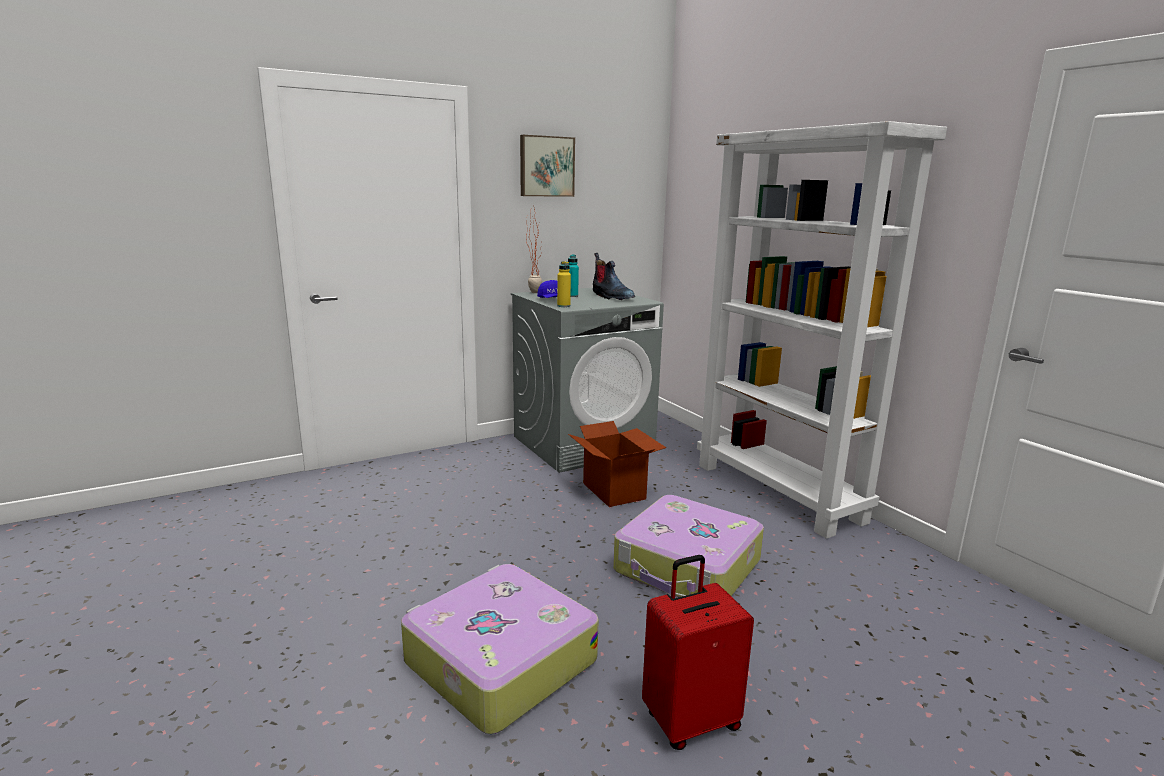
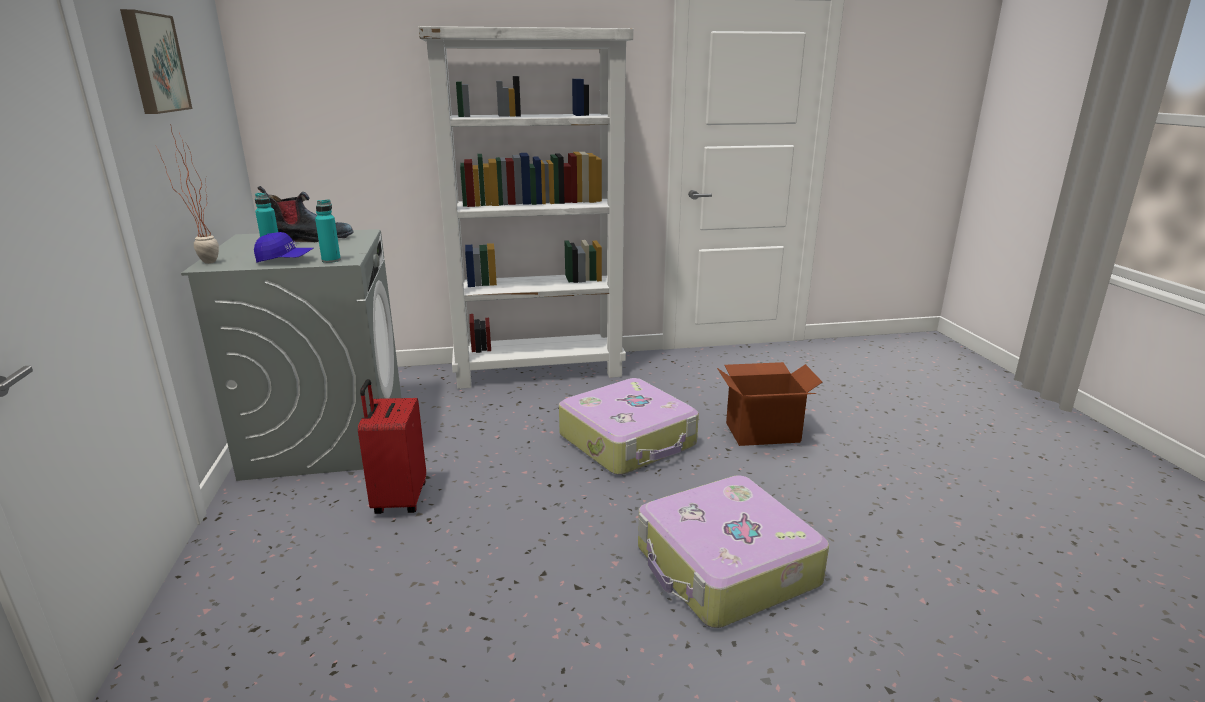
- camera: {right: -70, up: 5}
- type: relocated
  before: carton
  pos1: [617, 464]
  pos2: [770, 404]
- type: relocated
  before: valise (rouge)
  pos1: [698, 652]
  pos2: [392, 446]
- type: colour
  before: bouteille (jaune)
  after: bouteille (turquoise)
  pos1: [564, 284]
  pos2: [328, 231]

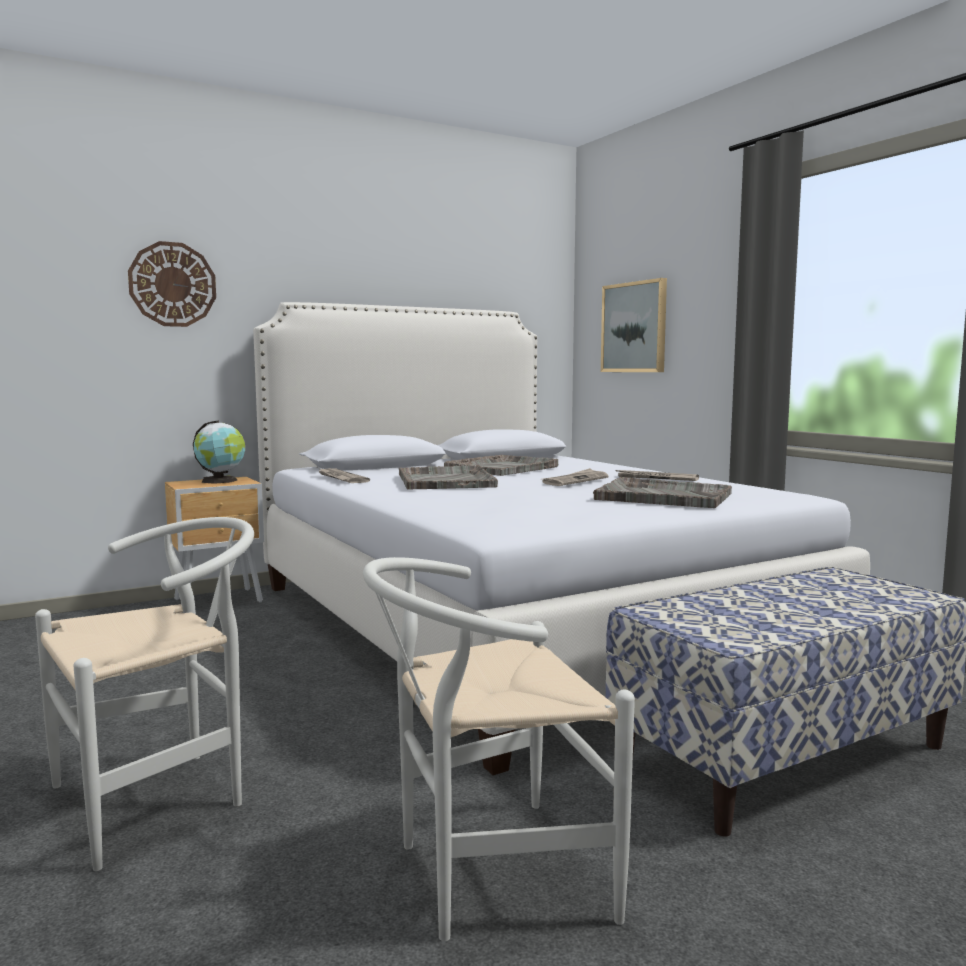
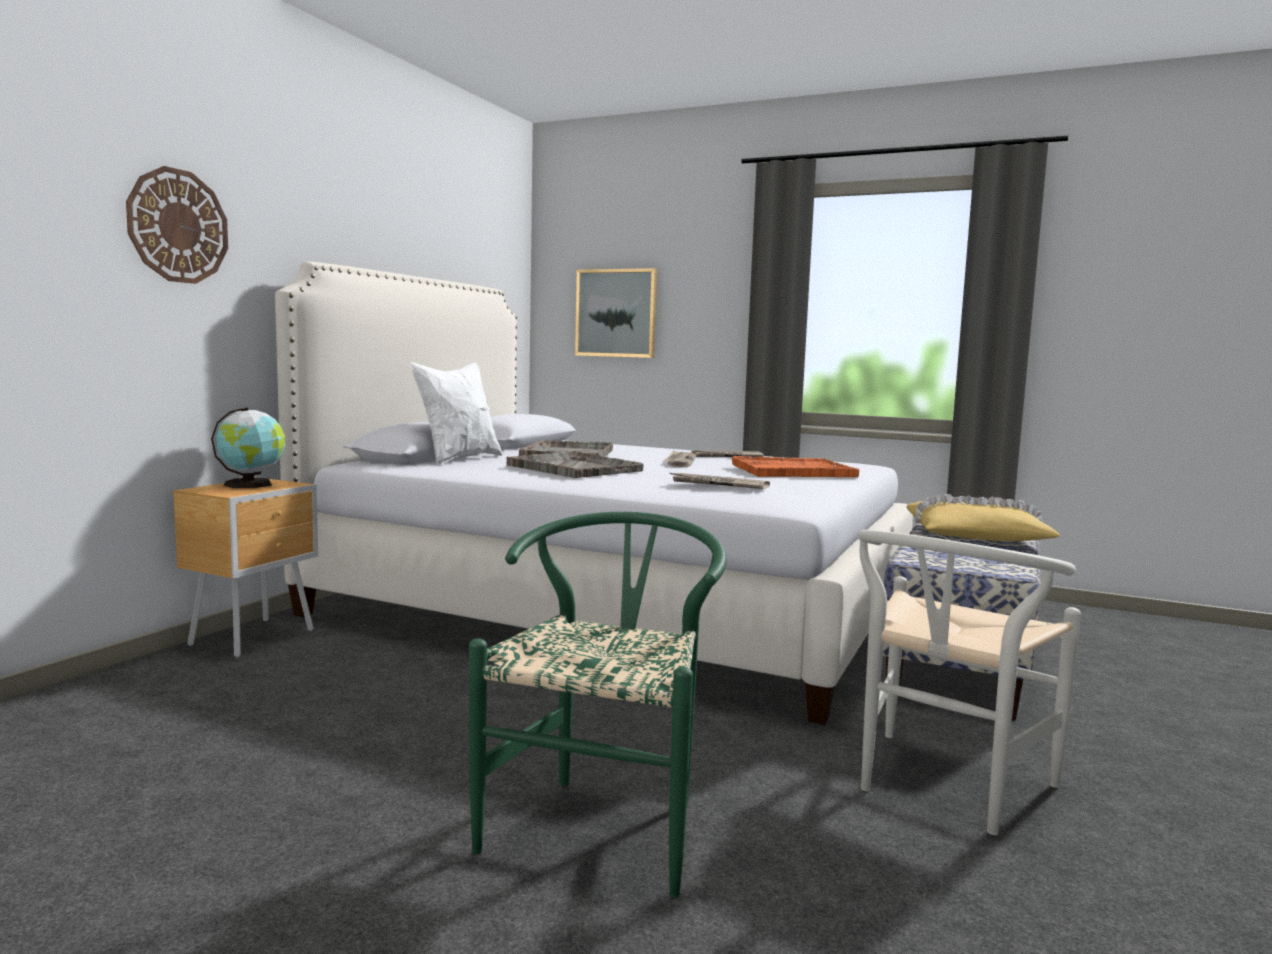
- camera: {right: -35, up: 0}
- type: appeared
  after: coussin (blanc)
  pos2: [456, 413]
- type: appeared
  after: coussin (jaune)
  pos2: [983, 517]
- type: relocated
  before: journal
  pos1: [344, 475]
  pos2: [720, 481]
- type: colour
  before: chaise (blanc)
  after: chaise (vert)
  pos1: [144, 694]
  pos2: [598, 704]
- type: colour
  before: plateau (gris)
  after: plateau (orange)
  pos1: [662, 492]
  pos2: [795, 466]

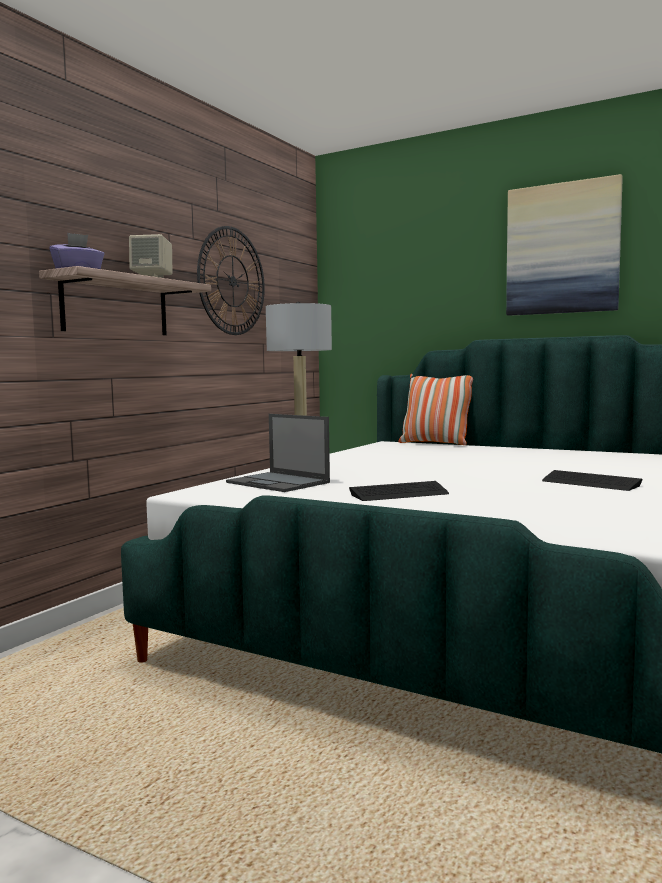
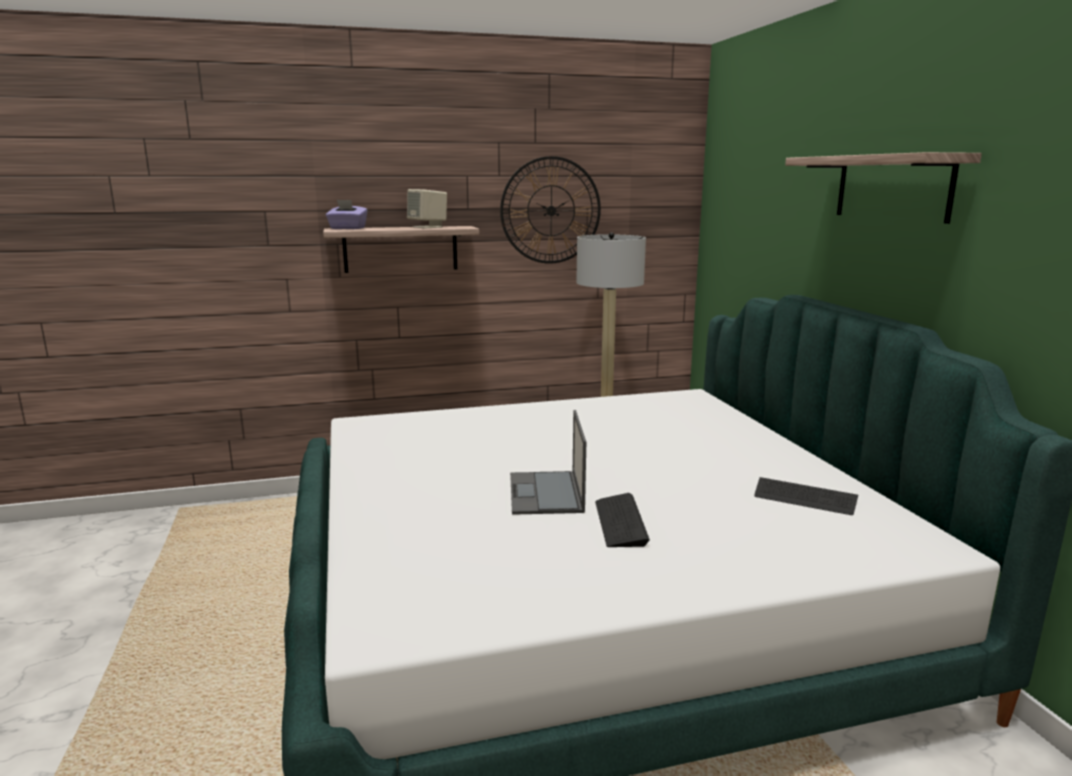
- camera: {right: 45, up: 10}
- type: missing
  before: coussin
  pos1: [435, 409]
- type: relocated
  before: ordinateur portable
  pos1: [278, 453]
  pos2: [548, 462]
- type: relocated
  before: clavier
  pos1: [399, 491]
  pos2: [806, 496]
- type: exchanged
  before: tableau
  after: étagère
  pos1: [564, 245]
  pos2: [883, 188]

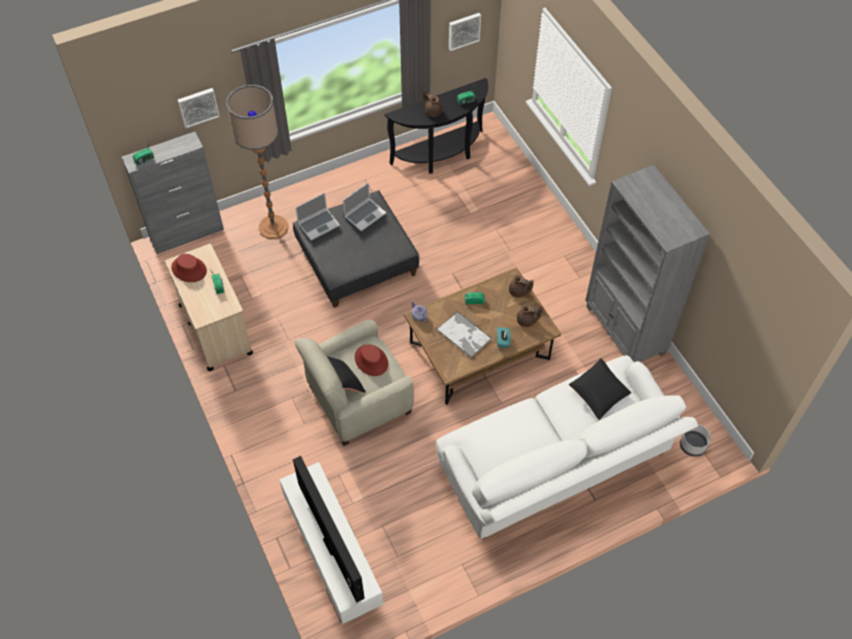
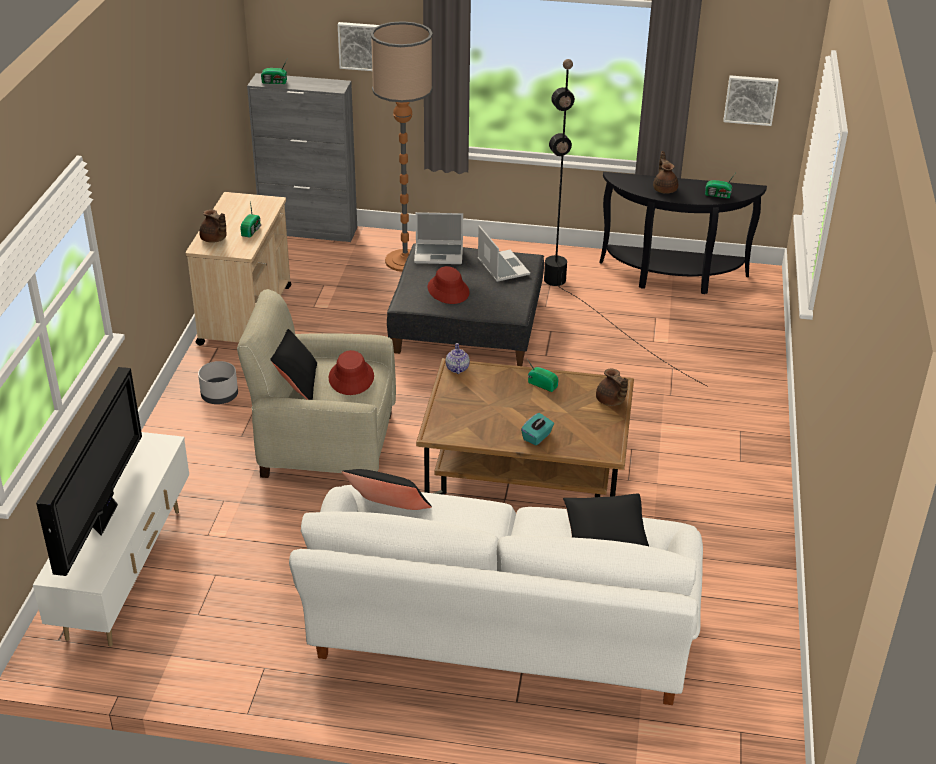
- camera: {right: 35, up: -20}
- type: missing
  before: plateau
  pos1: [464, 334]
- type: missing
  before: bibliothèque (gris)
  pos1: [647, 263]
- type: appeared
  after: coussin (noir)
  pos2: [386, 489]
- type: appeared
  after: lampadaire (noir)
  pos2: [625, 222]
- type: relocated
  before: chapeau (rouge)
  pos1: [189, 268]
  pos2: [448, 285]
- type: relocated
  before: théière (marron)
  pos1: [530, 315]
  pos2: [213, 226]
- type: relocated
  before: cache-pot (gris)
  pos1: [695, 440]
  pos2: [218, 382]
- type: spun
  before: ordinateur portable
  pos1: [364, 206]
  pos2: [504, 253]
  turn: -105

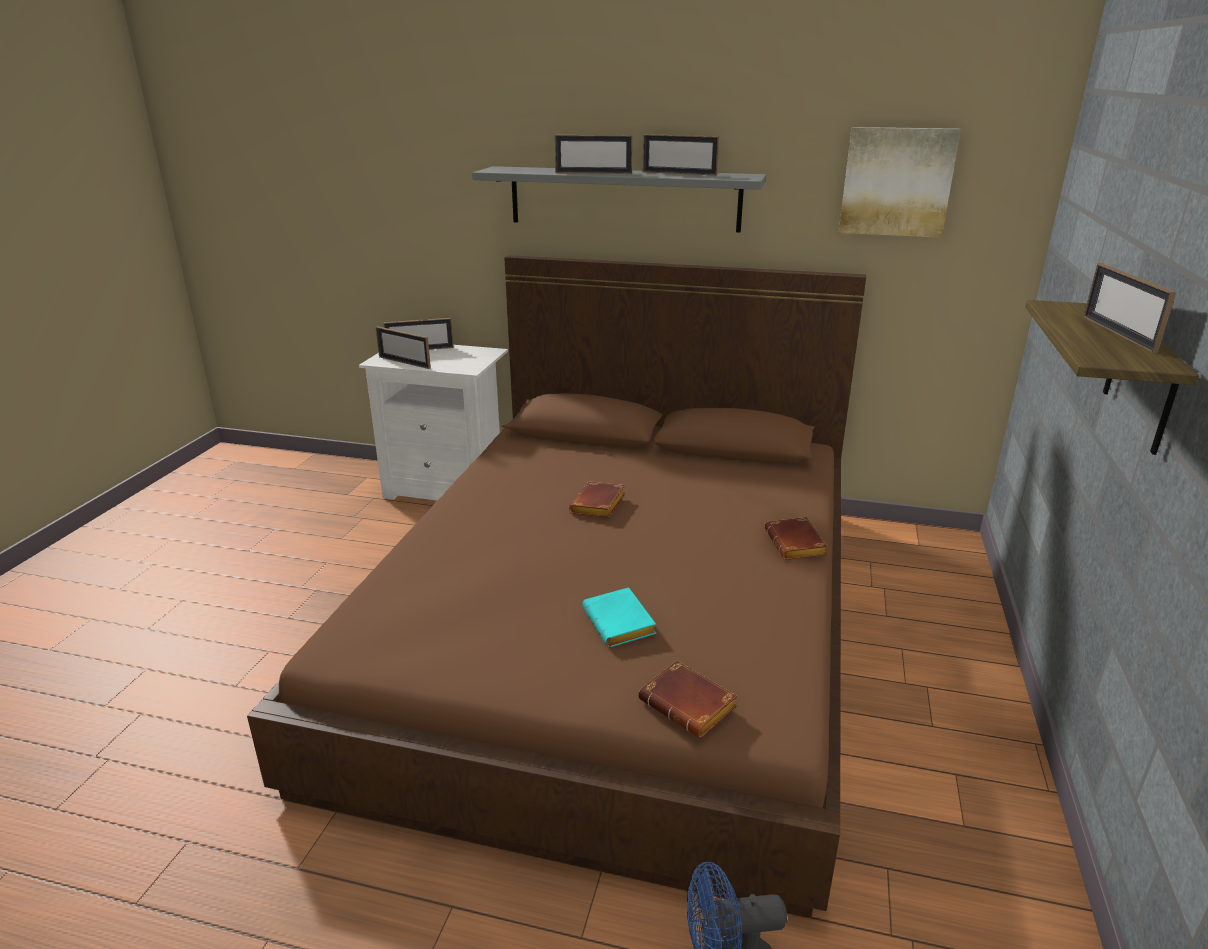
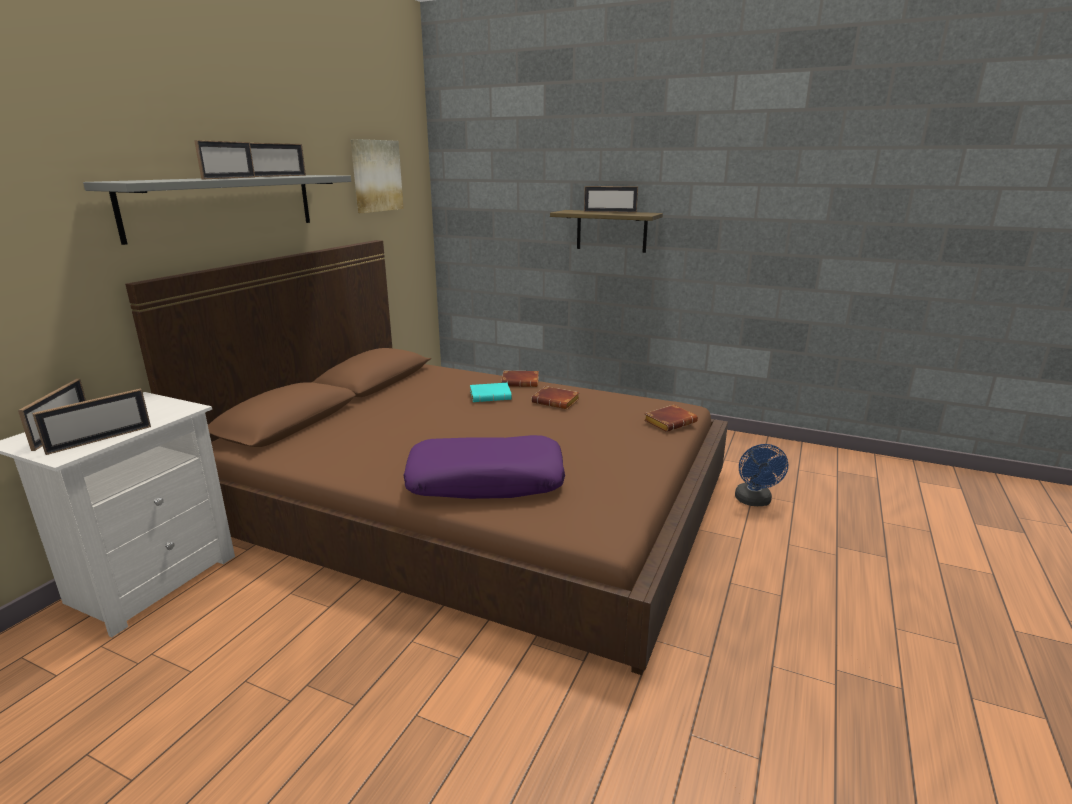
- camera: {right: -80, up: -5}
- type: appeared
  after: coussin (violet)
  pos2: [484, 467]
- type: relocated
  before: livre (marron)
  pos1: [597, 500]
  pos2: [555, 397]
- type: relocated
  before: livre (turquoise)
  pos1: [619, 617]
  pos2: [491, 392]

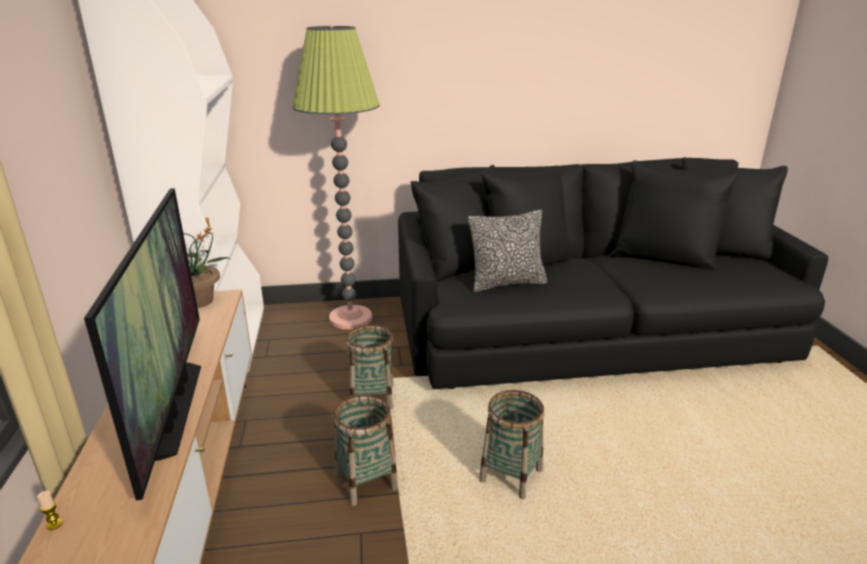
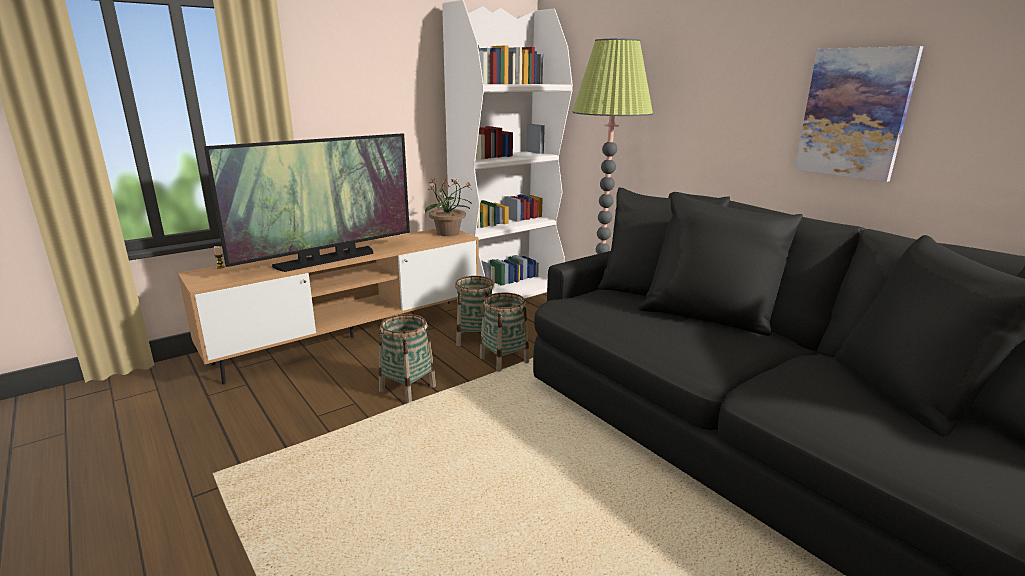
- camera: {right: 60, up: -5}
- type: missing
  before: coussin
  pos1: [507, 250]
- type: appeared
  after: tableau
  pos2: [859, 114]
- type: relocated
  before: panier
  pos1: [511, 444]
  pos2: [474, 311]

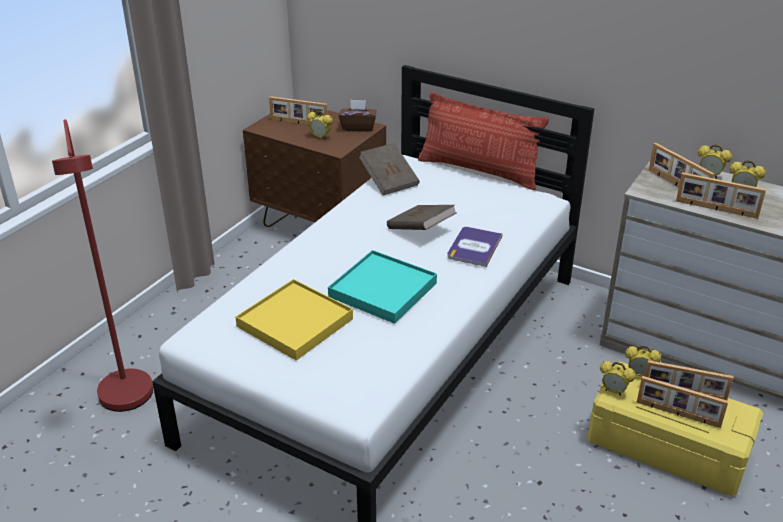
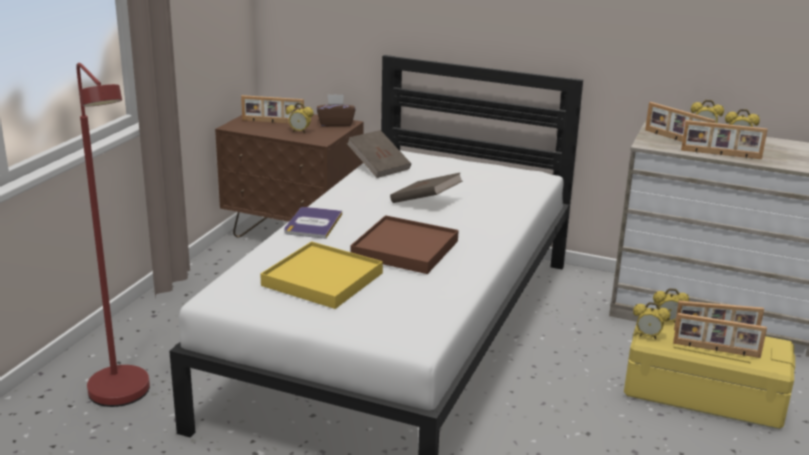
- camera: {right: -10, up: -10}
- type: missing
  before: coussin
  pos1: [483, 141]
- type: relocated
  before: livre
  pos1: [474, 247]
  pos2: [313, 223]
- type: colour
  before: plateau (turquoise)
  after: plateau (marron)
  pos1: [382, 287]
  pos2: [404, 244]

